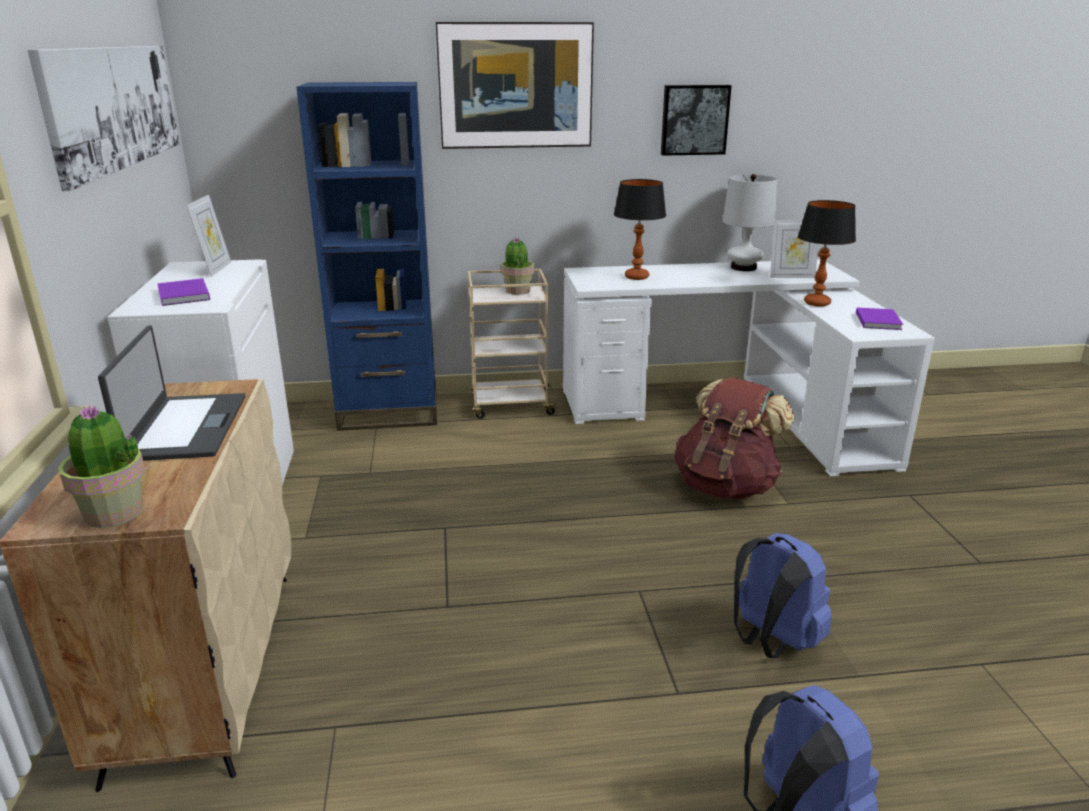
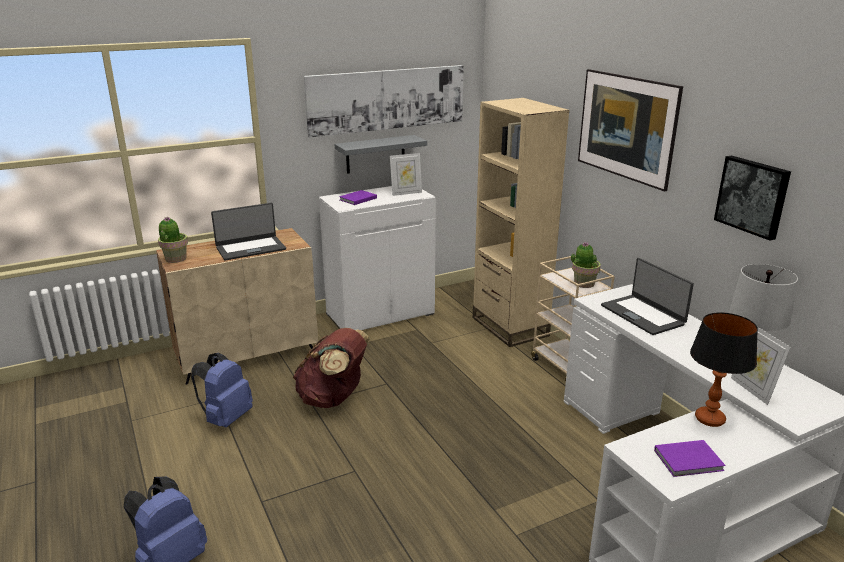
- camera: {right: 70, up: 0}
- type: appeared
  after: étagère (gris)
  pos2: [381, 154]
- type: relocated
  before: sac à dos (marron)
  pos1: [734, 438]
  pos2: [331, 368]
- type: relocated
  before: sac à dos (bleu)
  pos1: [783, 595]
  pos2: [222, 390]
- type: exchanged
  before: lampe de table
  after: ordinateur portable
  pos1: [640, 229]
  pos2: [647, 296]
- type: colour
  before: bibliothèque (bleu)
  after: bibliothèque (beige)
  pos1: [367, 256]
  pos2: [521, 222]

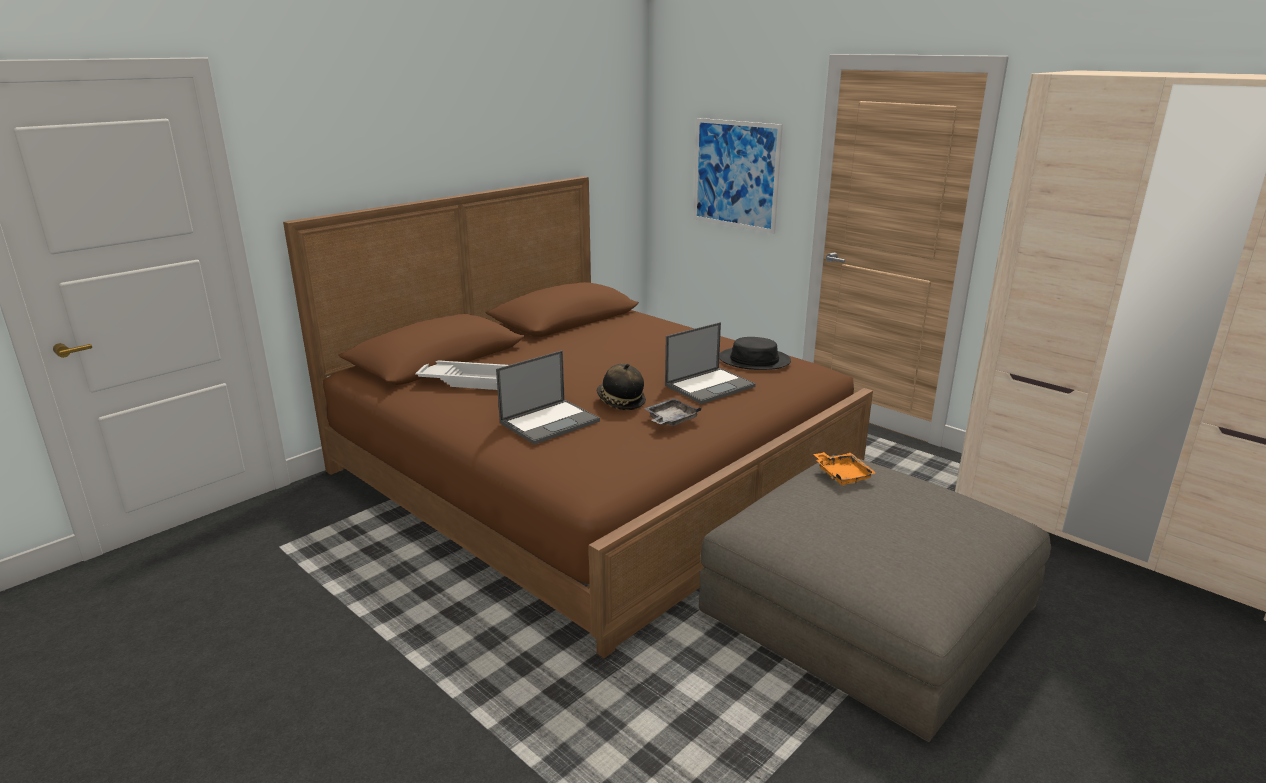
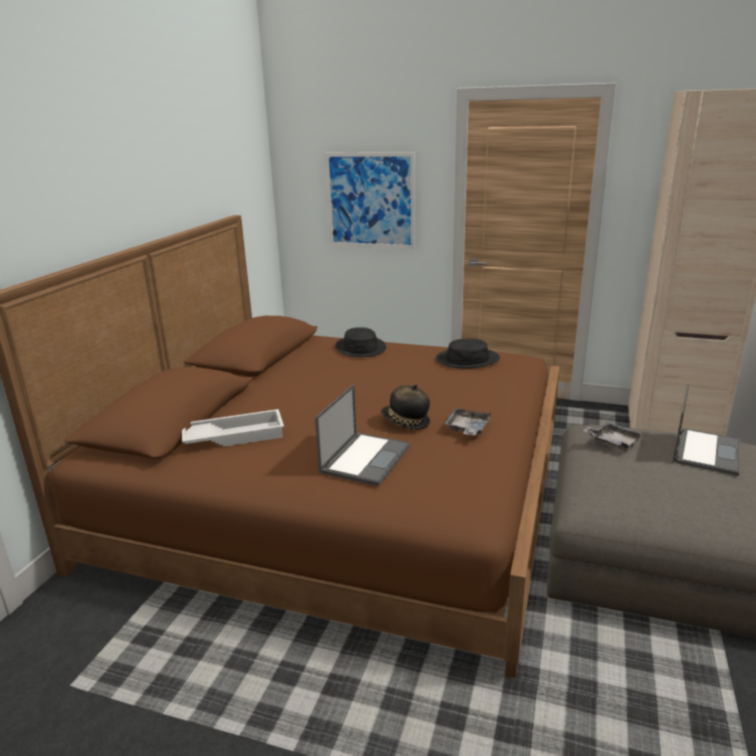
- camera: {right: -25, up: 0}
- type: appeared
  after: chapeau (noir)
  pos2: [360, 342]
- type: relocated
  before: ordinateur portable
  pos1: [710, 363]
  pos2: [706, 430]
- type: colour
  before: plateau (orange)
  after: plateau (gris)
  pos1: [844, 468]
  pos2: [613, 436]

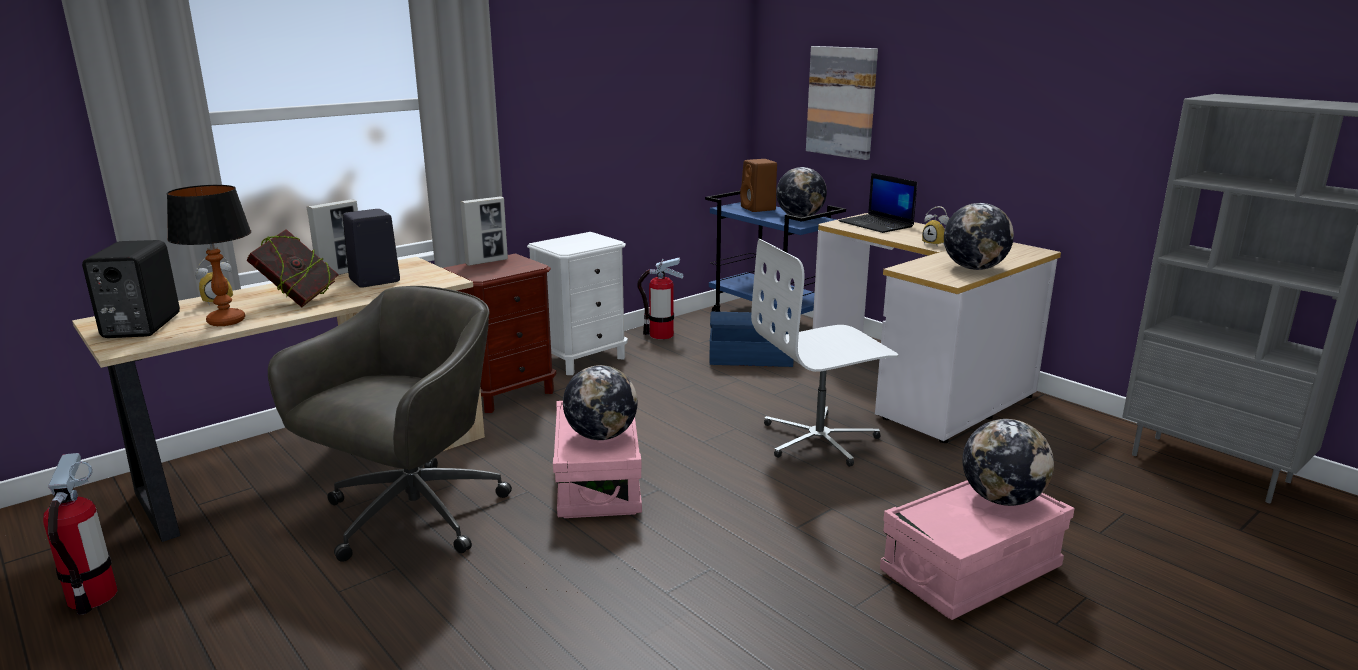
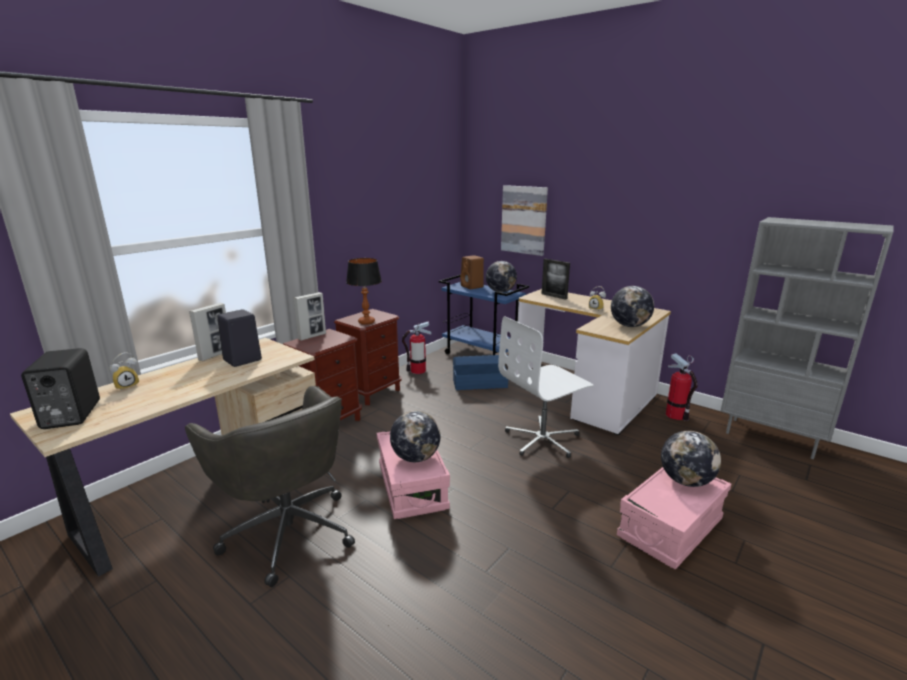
- camera: {right: -10, up: 0}
- type: missing
  before: livre
  pos1: [293, 268]
- type: relocated
  before: extincteur
  pos1: [80, 534]
  pos2: [682, 387]
- type: relocated
  before: lampe de table
  pos1: [209, 255]
  pos2: [364, 291]
- type: exchanged
  before: ordinateur portable
  after: cadre photo
  pos1: [877, 203]
  pos2: [555, 279]
- type: colour
  before: table de chevet (blanc)
  after: table de chevet (marron)
  pos1: [577, 303]
  pos2: [368, 357]
- type: spun
  before: chaise de bureau (gris)
  pos1: [390, 424]
  pos2: [270, 486]
  turn: 120

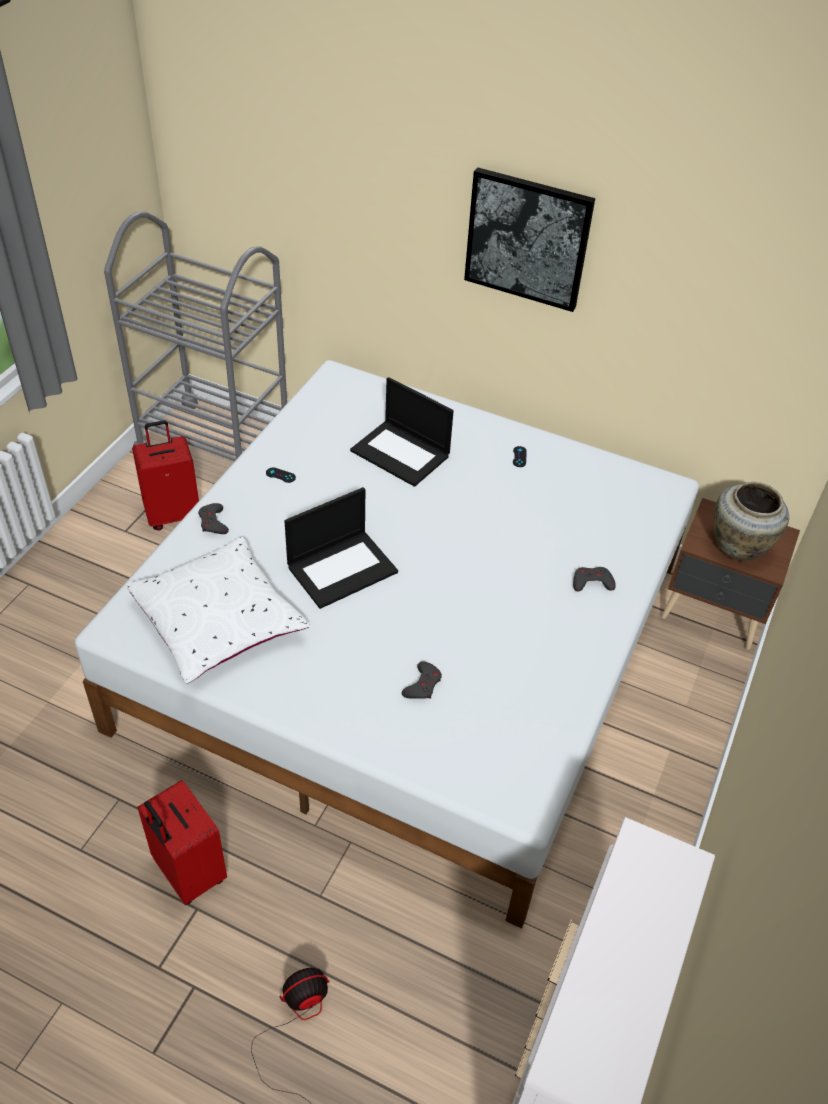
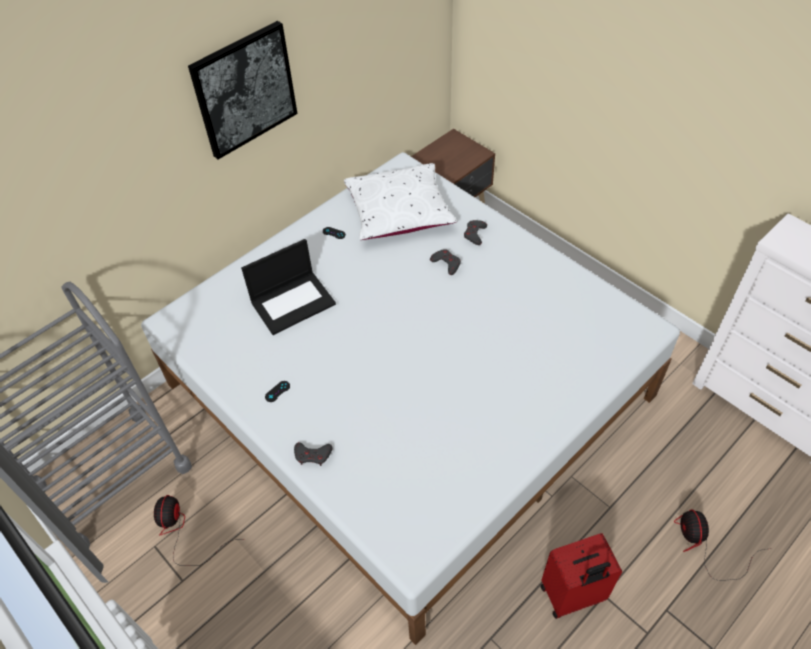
- camera: {right: -65, up: 5}
- type: missing
  before: ordinateur portable
  pos1: [341, 548]
- type: missing
  before: vase (beige)
  pos1: [751, 521]
- type: relocated
  before: coussin (blanc)
  pos1: [218, 610]
  pos2: [400, 201]
- type: relocated
  before: manette (gris)
  pos1: [422, 680]
  pos2: [445, 262]
- type: exchanged
  before: valise (rouge)
  after: ventilateur
  pos1: [165, 475]
  pos2: [199, 530]

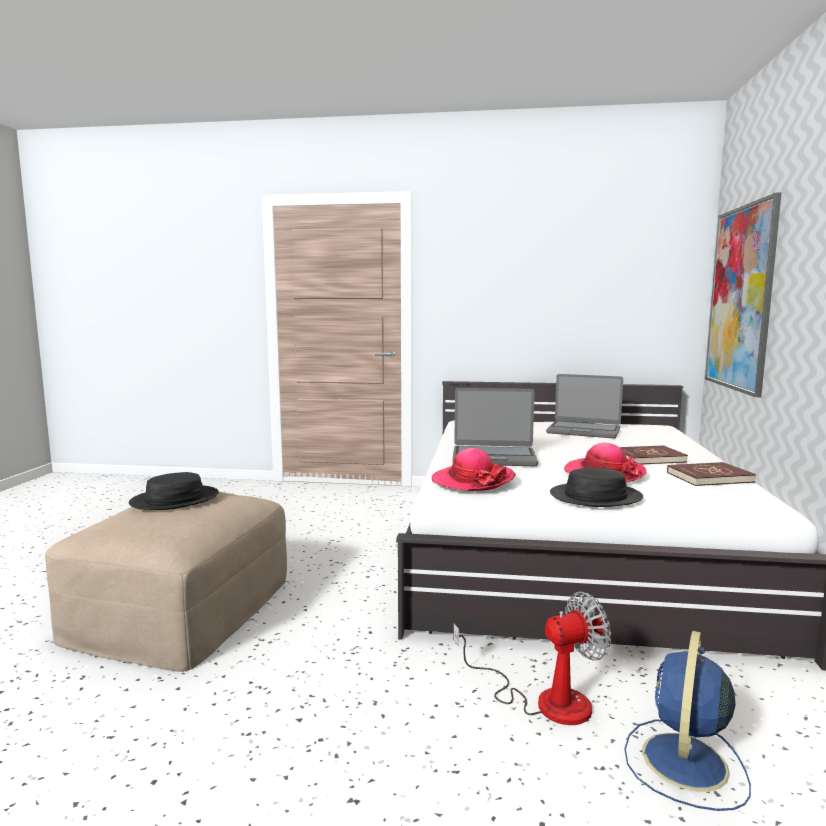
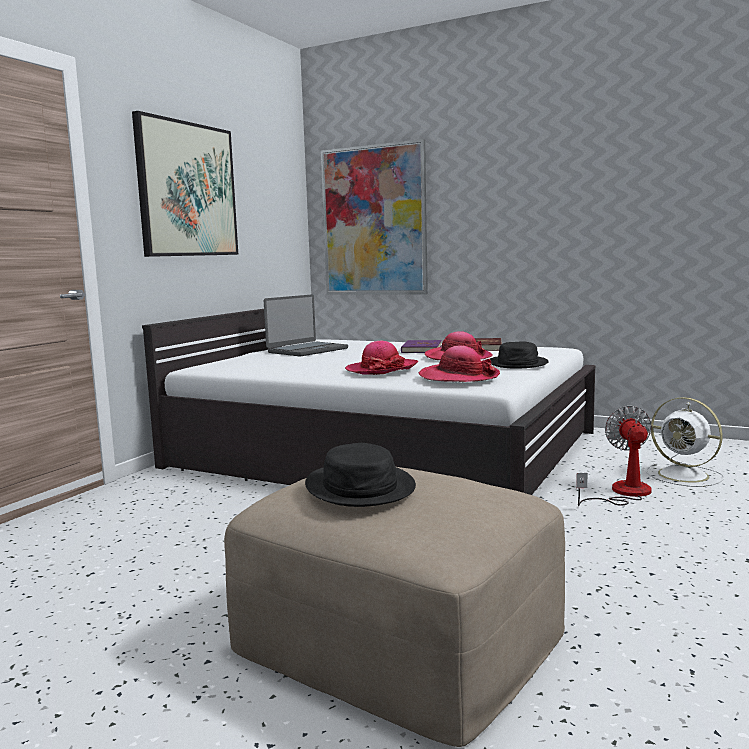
- camera: {right: -70, up: 0}
- type: appeared
  after: tableau
  pos2: [185, 184]
- type: exchanged
  before: ordinateur portable
  after: chapeau
  pos1: [495, 427]
  pos2: [381, 358]
- type: colour
  before: livre (rouge)
  after: livre (violet)
  pos1: [654, 455]
  pos2: [421, 346]
- type: colour
  before: ventilateur (bleu)
  after: ventilateur (blanc)
  pos1: [687, 721]
  pos2: [685, 442]

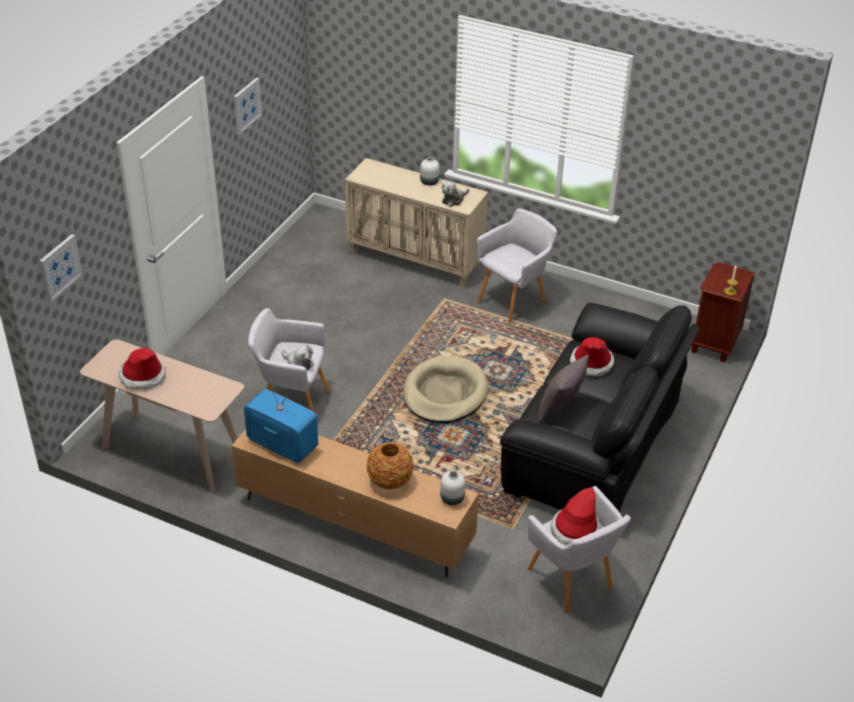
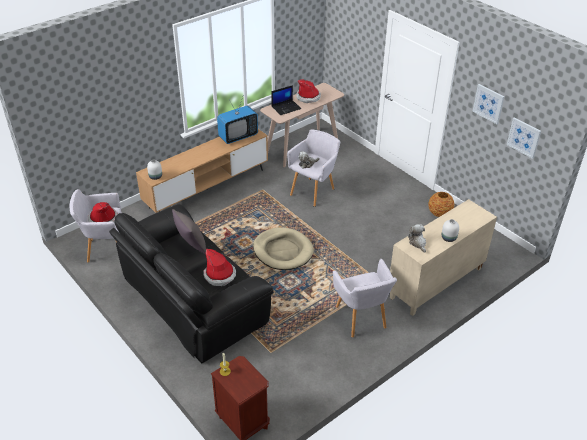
- camera: {right: 115, up: 0}
- type: appeared
  after: ordinateur portable
  pos2: [286, 100]
- type: relocated
  before: tableau
  pos1: [61, 268]
  pos2: [524, 138]
- type: relocated
  before: vase
  pos1: [390, 466]
  pos2: [442, 204]

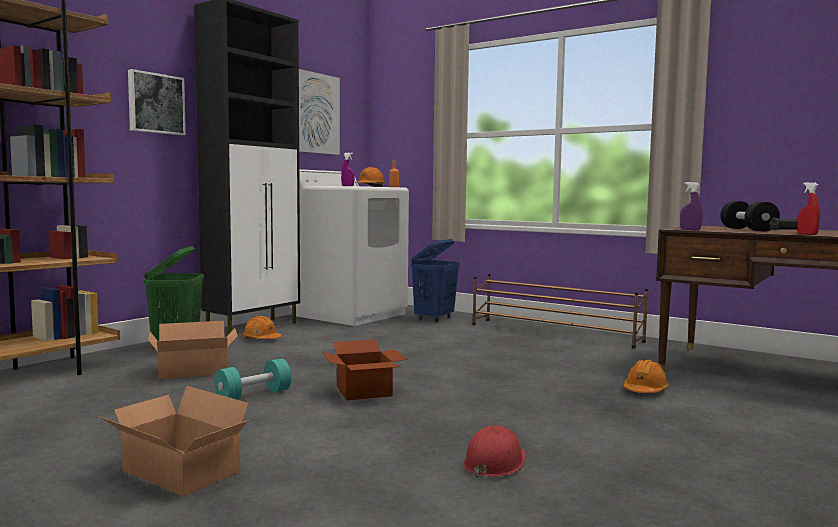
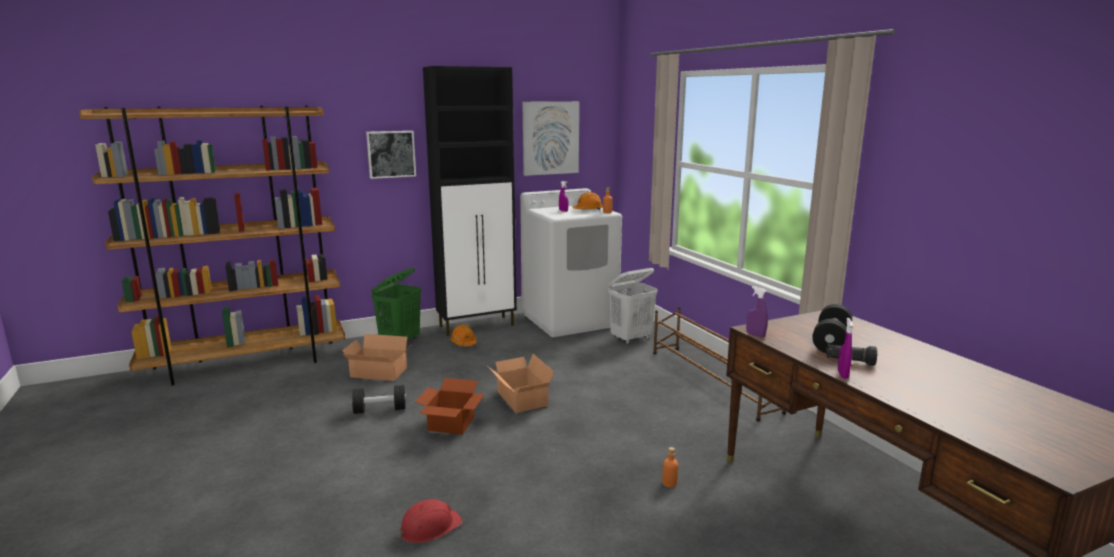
- camera: {right: 30, up: 10}
- type: relocated
  before: carton
  pos1: [174, 441]
  pos2: [520, 383]
- type: exchanged
  before: casque de chantier (orange)
  after: bouteille (orange)
  pos1: [646, 376]
  pos2: [670, 467]
- type: colour
  before: haltère (turquoise)
  after: haltère (noir)
  pos1: [252, 379]
  pos2: [379, 399]
- type: colour
  before: panier à linge (bleu)
  after: panier à linge (blanc)
  pos1: [435, 280]
  pos2: [632, 306]
- type: colour
  before: vaporisateur (rouge)
  after: vaporisateur (violet)
  pos1: [809, 208]
  pos2: [845, 348]

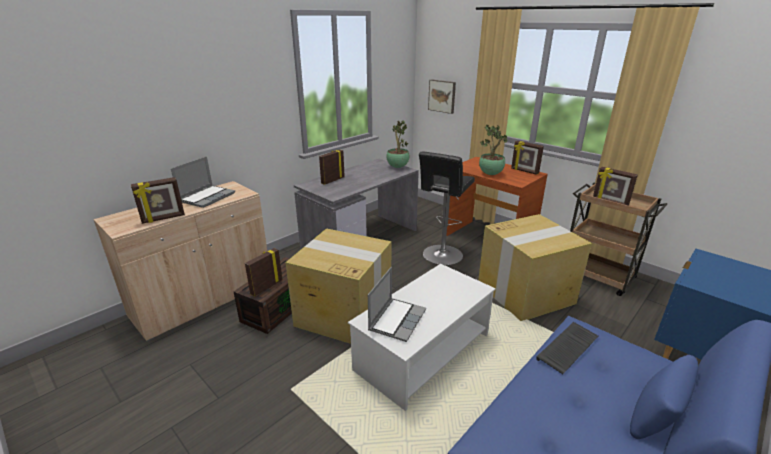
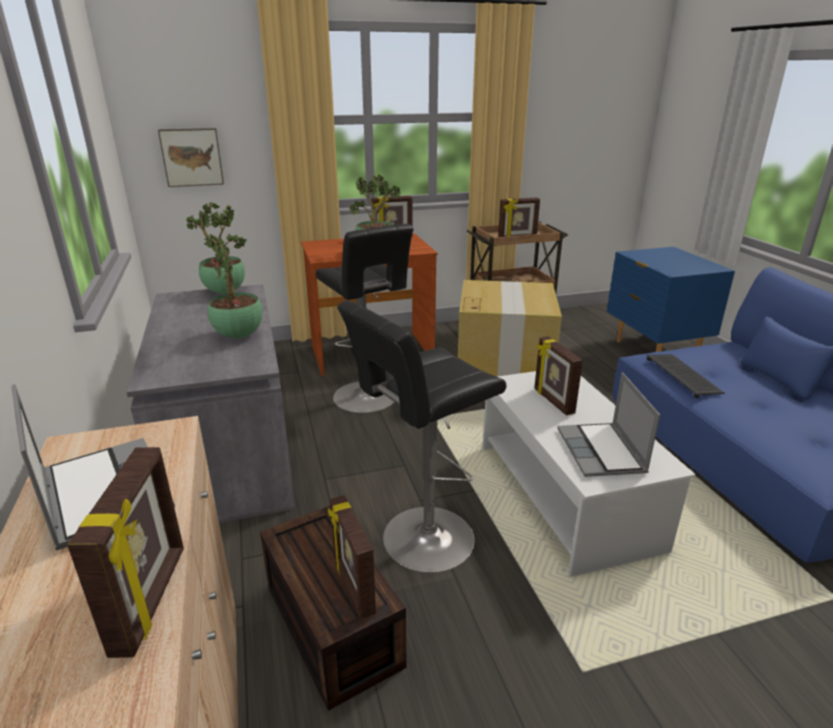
- camera: {right: -60, up: 0}
- type: appeared
  after: plante en pot
  pos2: [233, 286]
- type: relocated
  before: cadre photo
  pos1: [332, 167]
  pos2: [558, 375]
- type: exchanged
  before: carton
  after: tabouret (noir)
  pos1: [338, 286]
  pos2: [421, 436]
- type: spun
  before: ordinateur portable
  pos1: [397, 304]
  pos2: [608, 424]
  turn: -150

